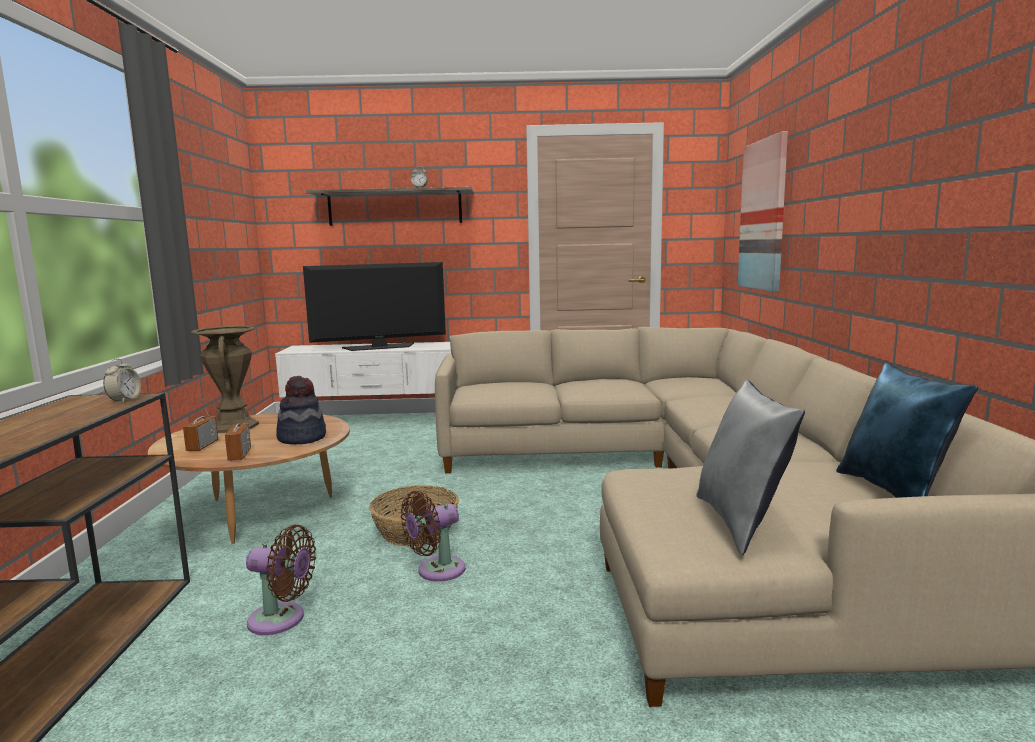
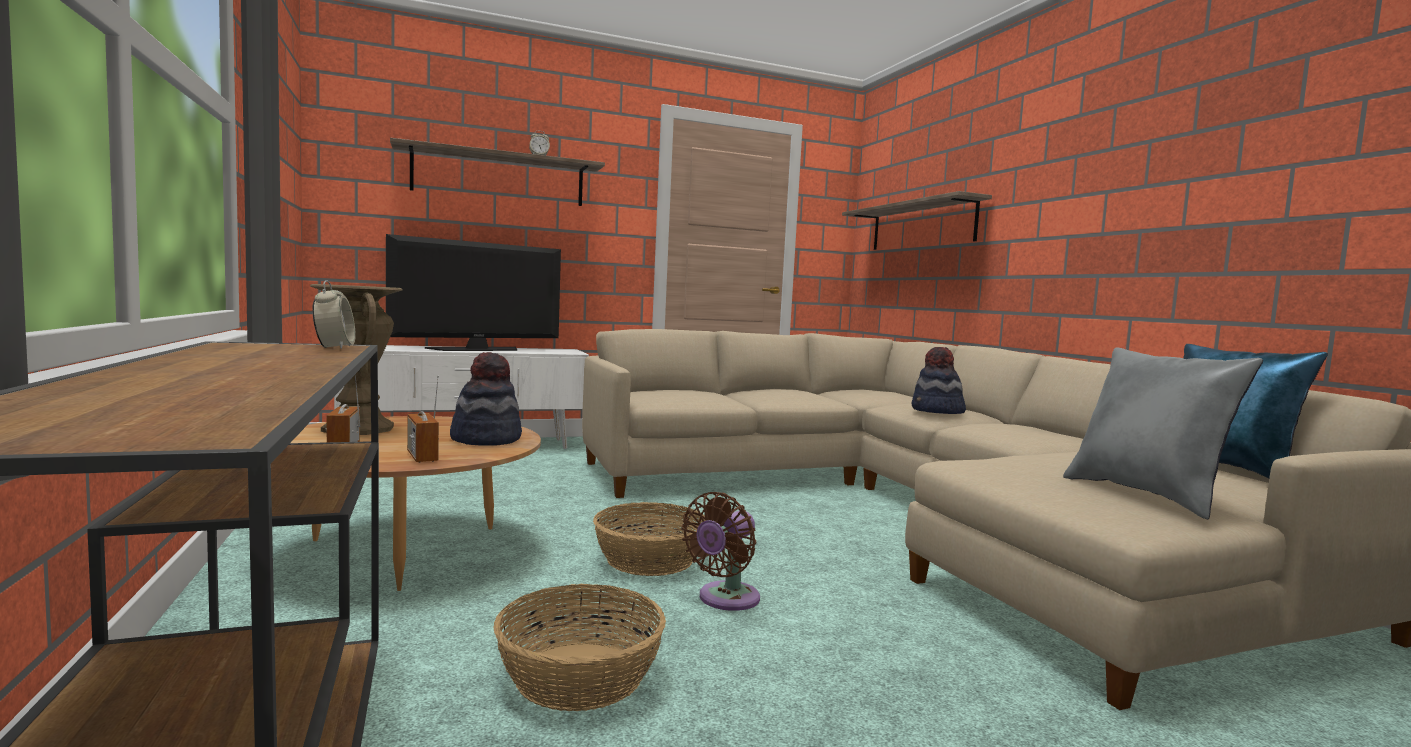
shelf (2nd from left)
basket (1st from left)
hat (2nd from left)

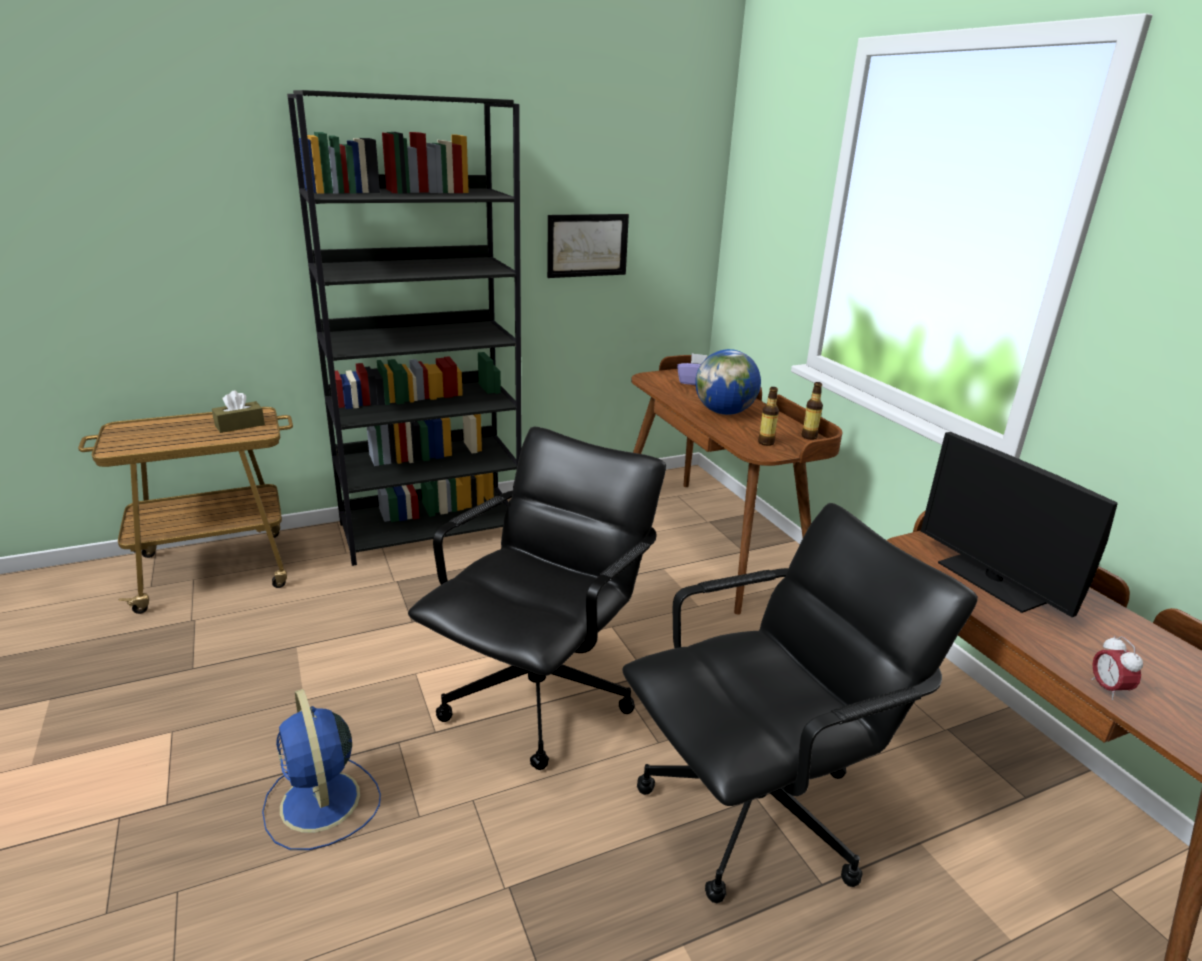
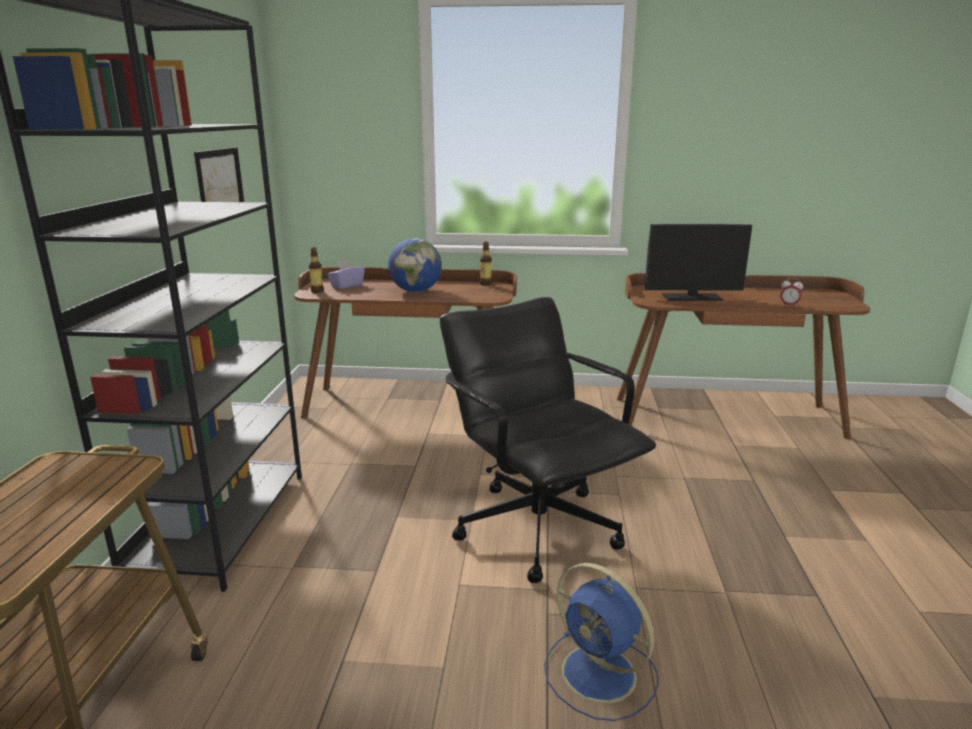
bottle (1st from left)
tissue box (brown)
office chair (black) (2nd from left in the first image)
fan (blue)

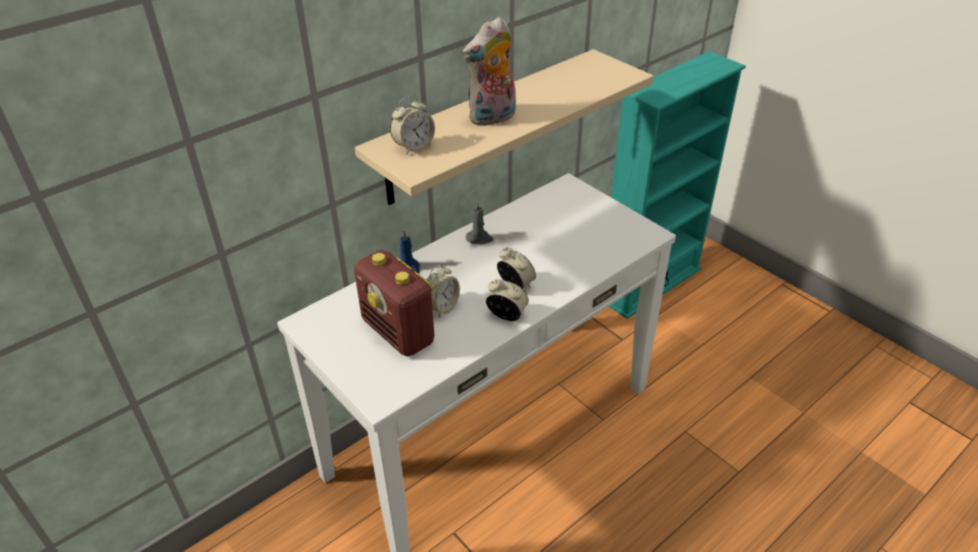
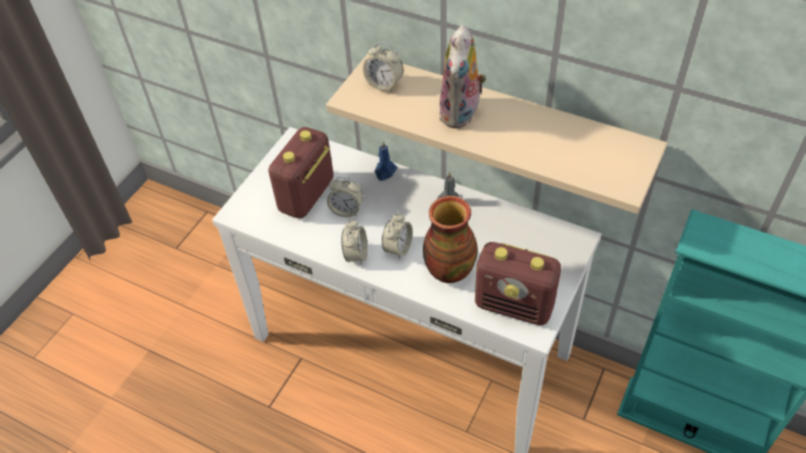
plush toy
vase
radio (2nd from left)

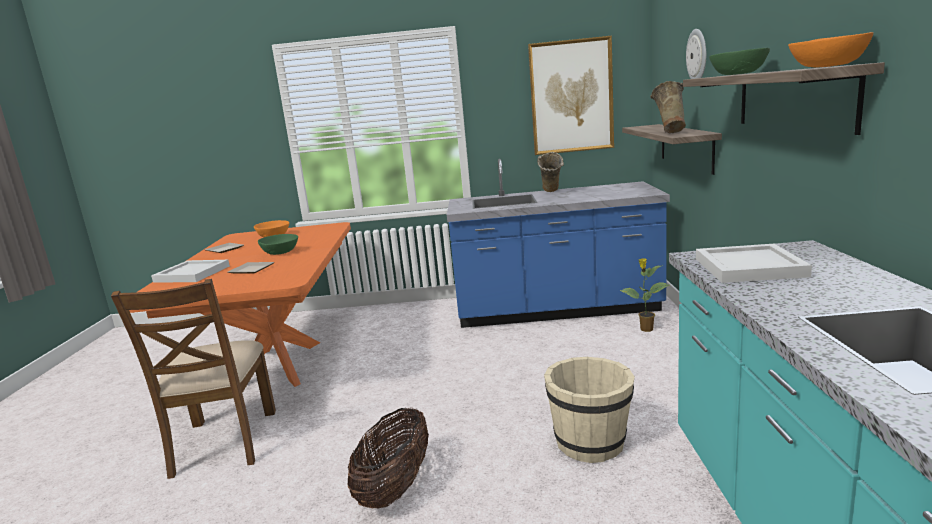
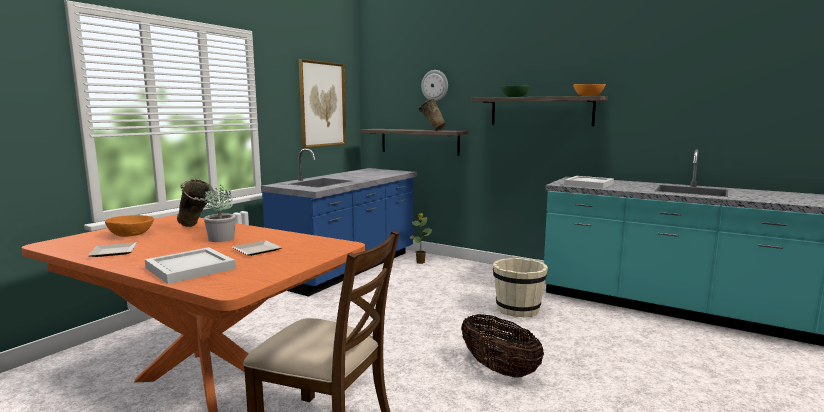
vase (beige) (1st from left)
potted plant (1st from left)

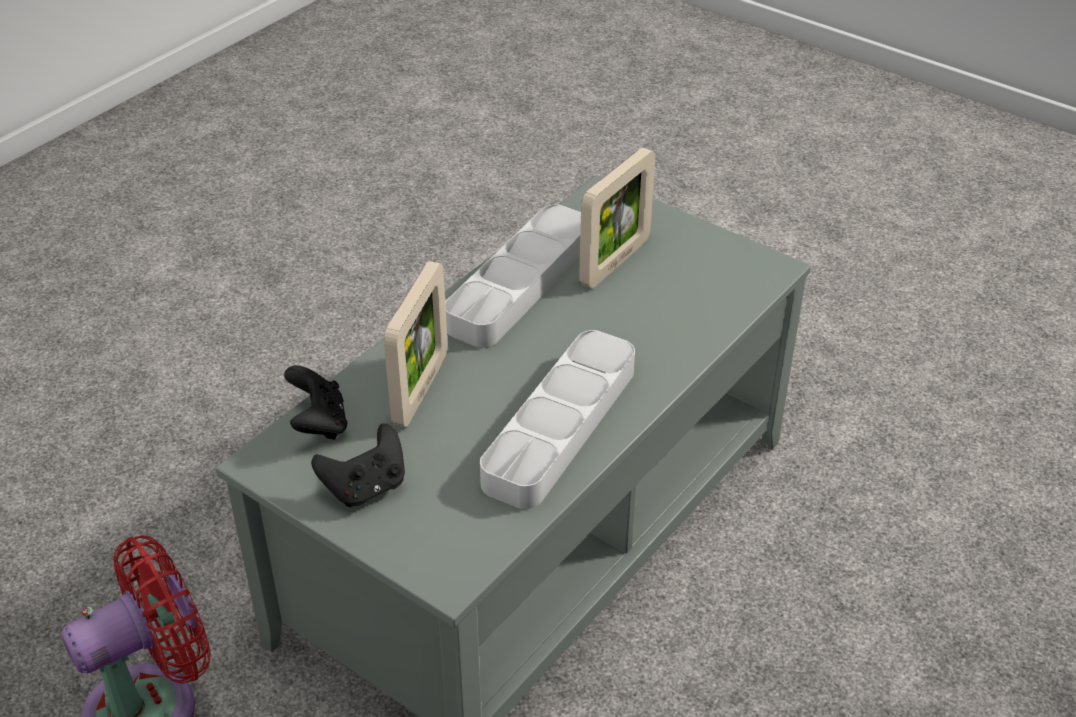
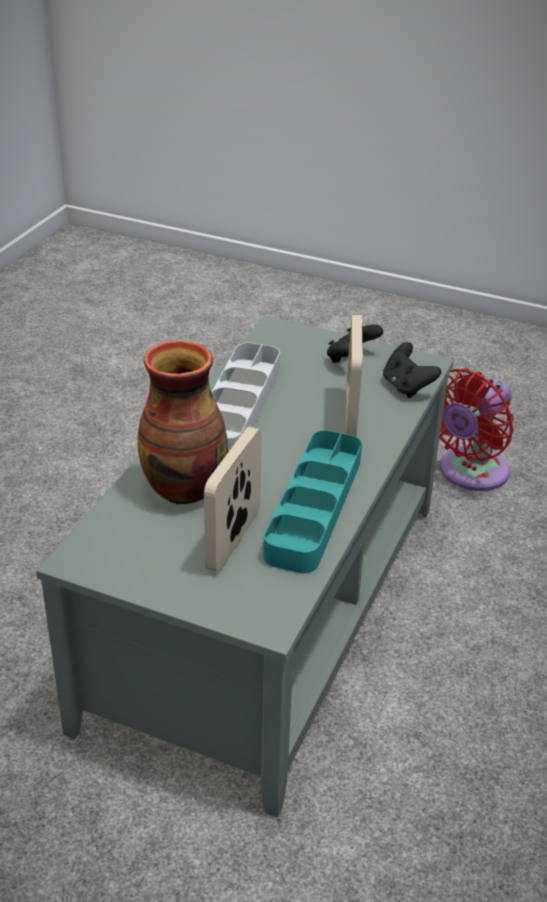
tray (turquoise)
vase

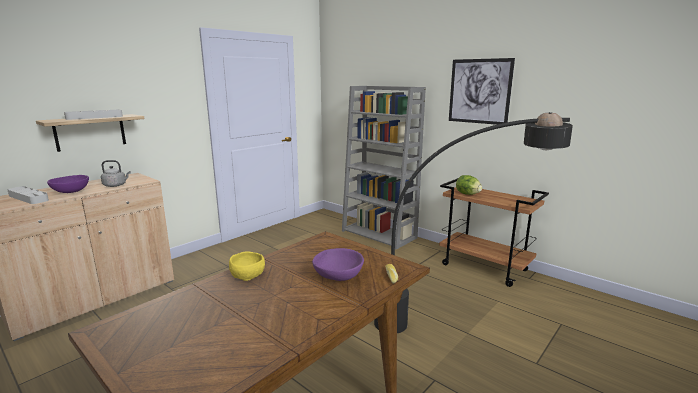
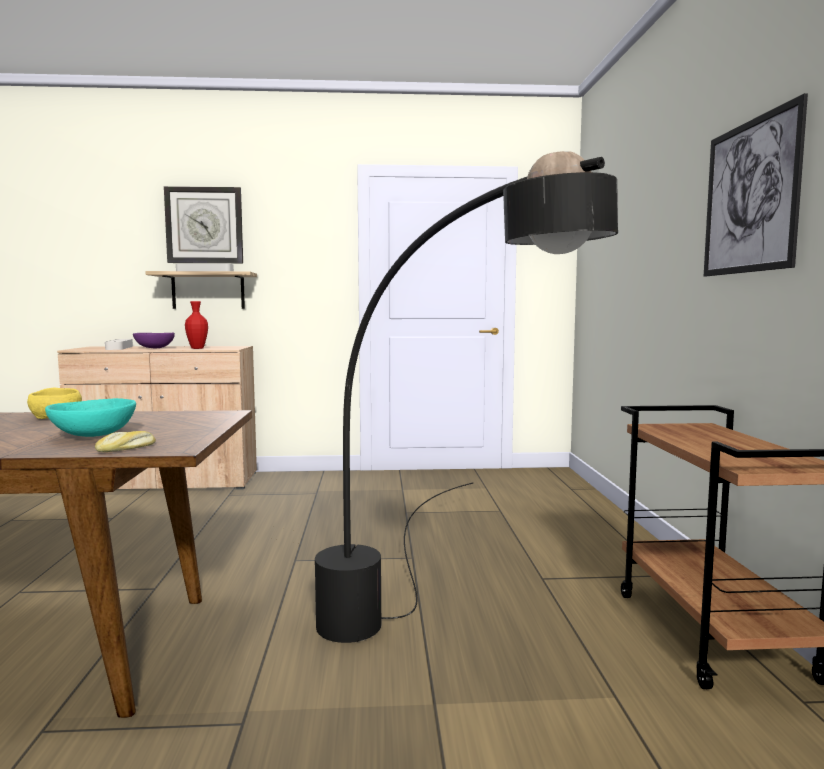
bookcase (grey)
vase (red)
lettuce
bowl (turquoise)
wall clock

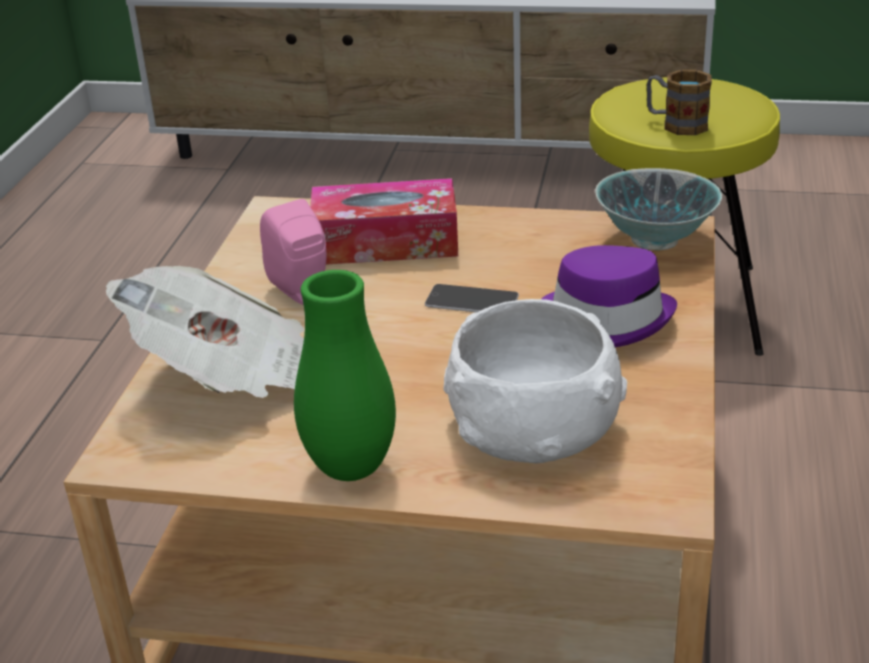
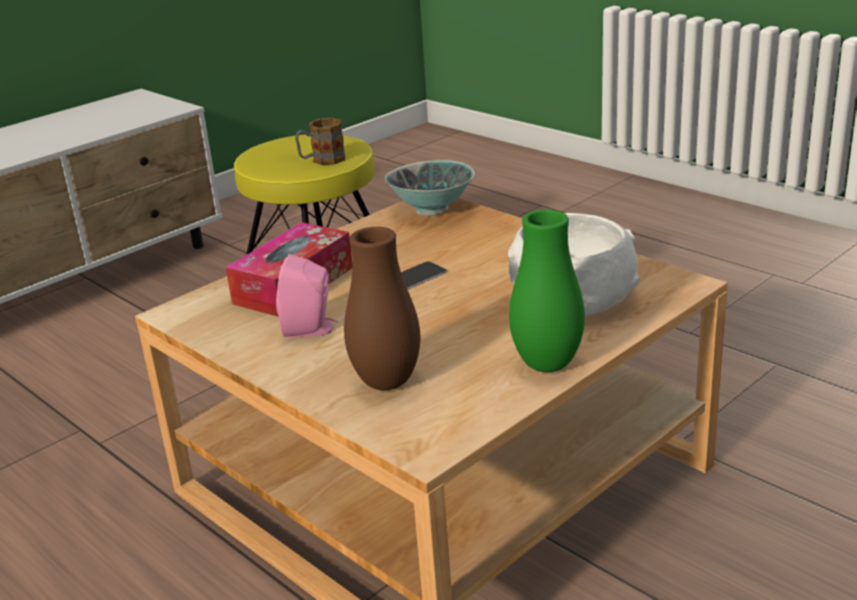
hat (purple)
vase (brown)

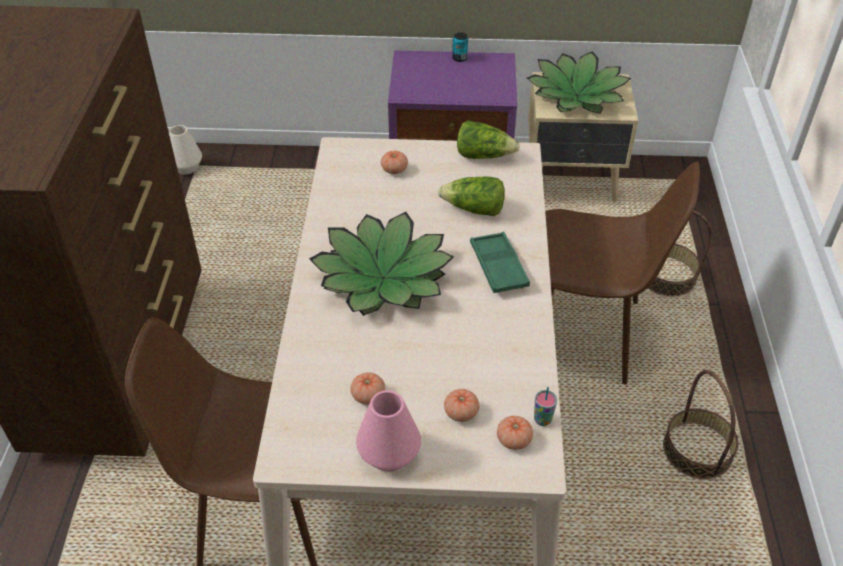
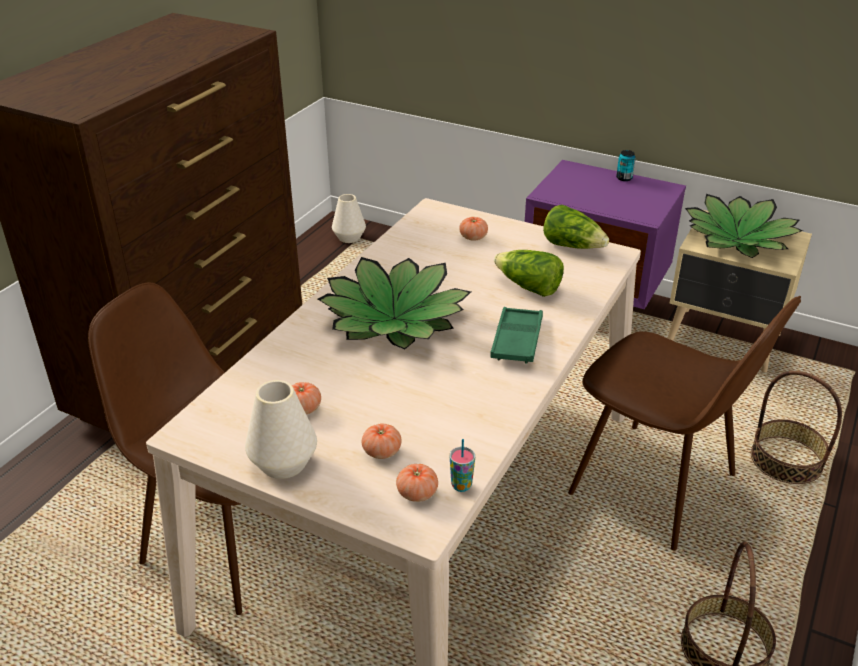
vase (white) (1st from left)

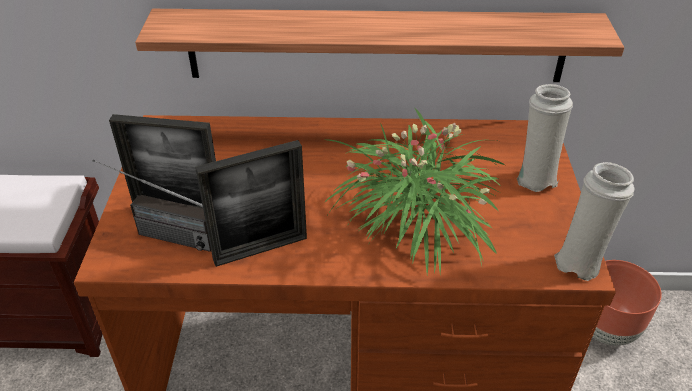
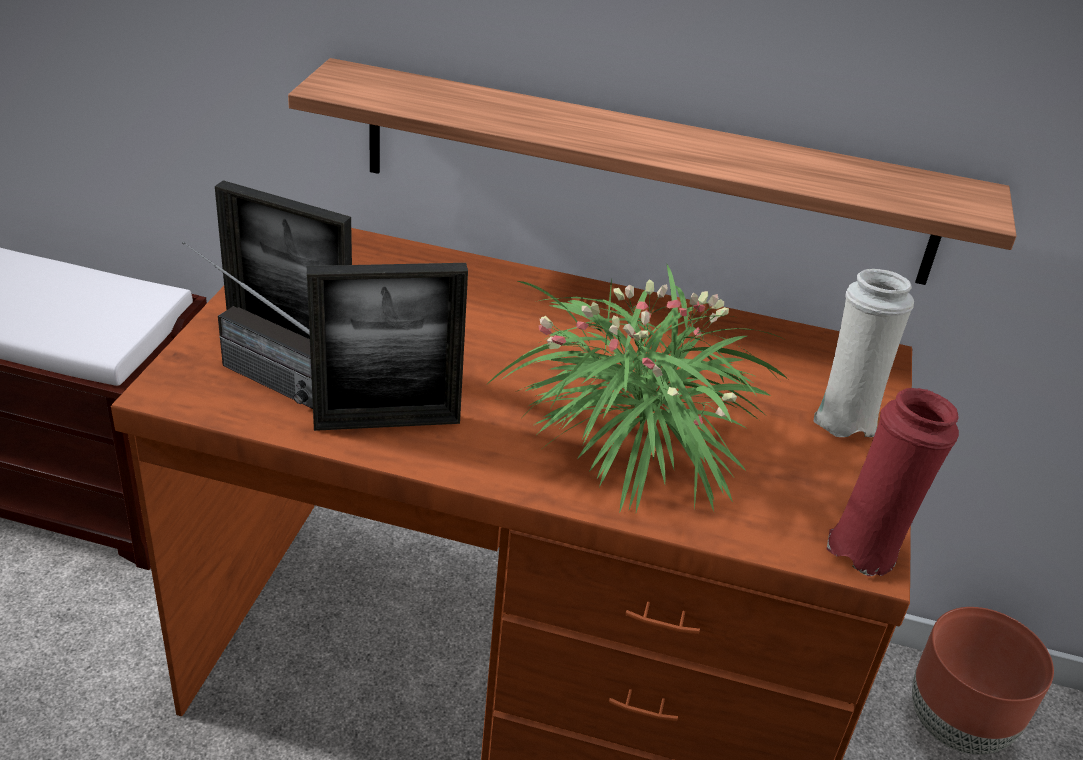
vase (red)

